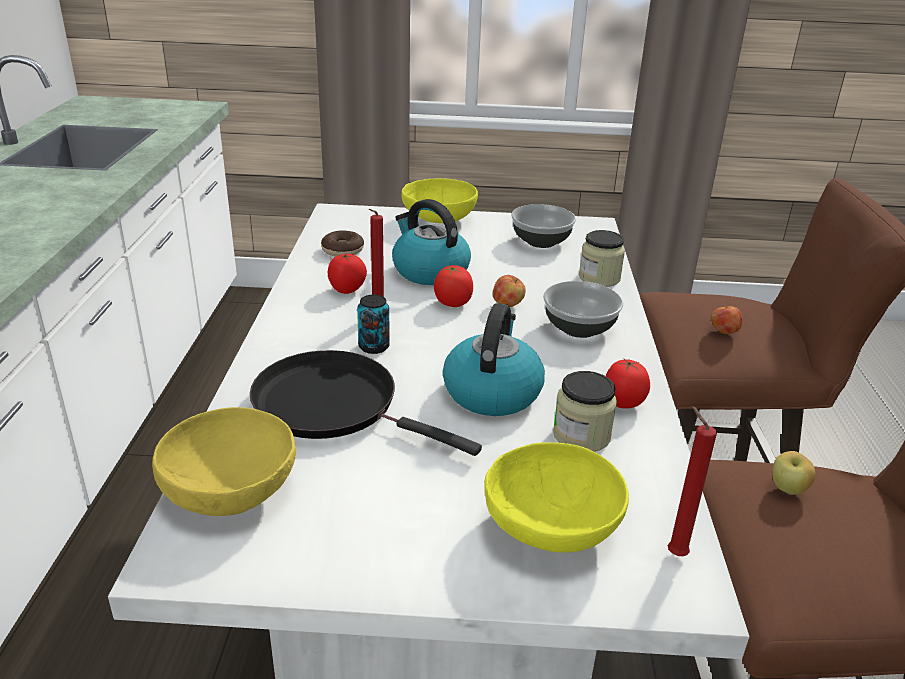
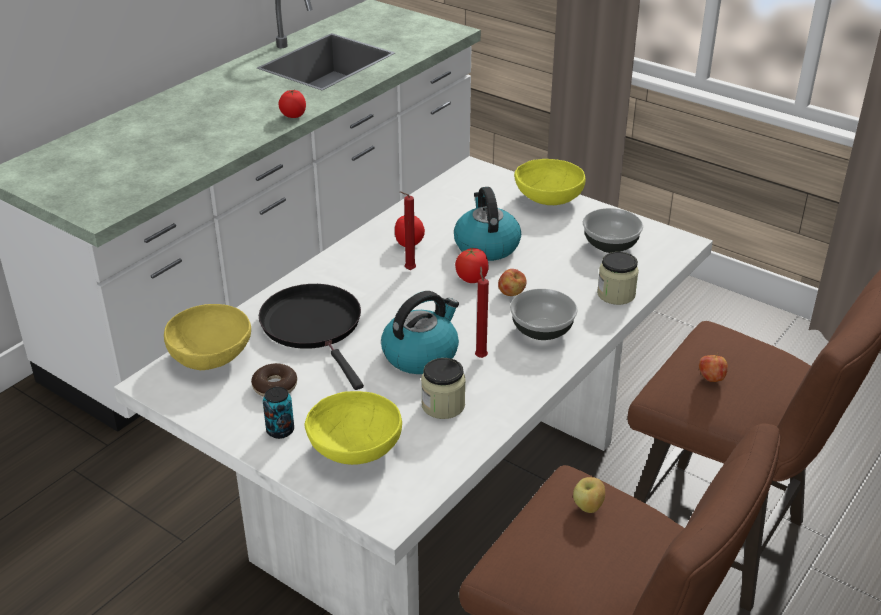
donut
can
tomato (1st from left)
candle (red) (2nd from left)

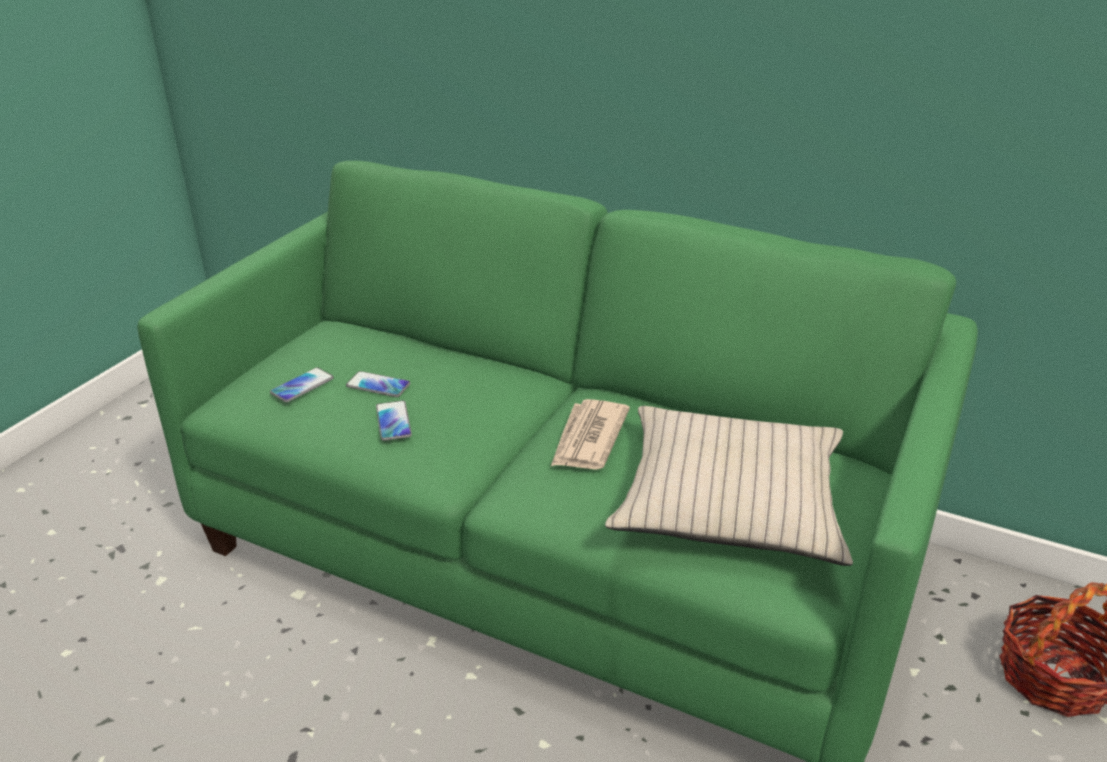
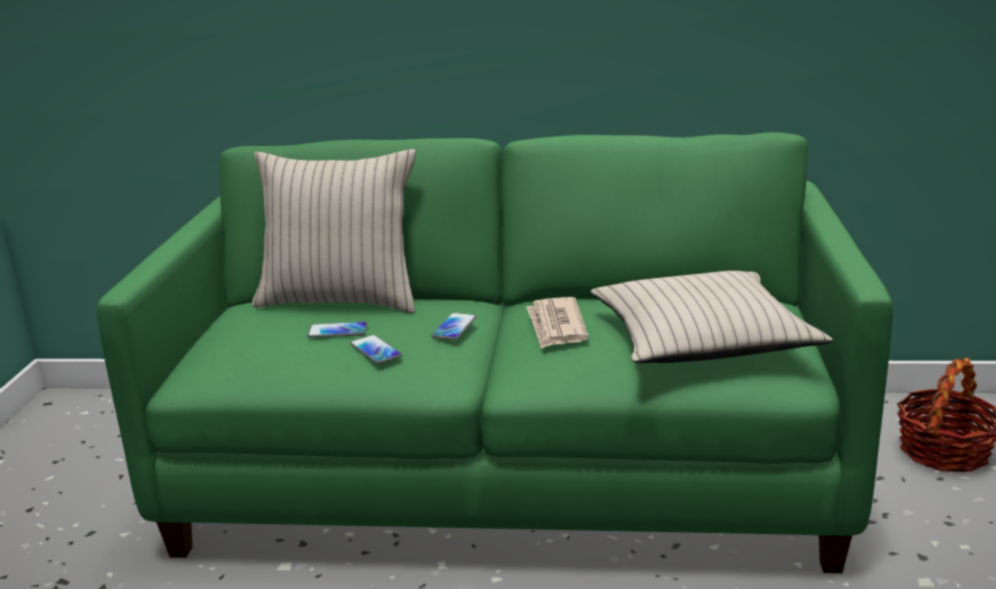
phone (3rd from left)
pillow (beige) (1st from left)

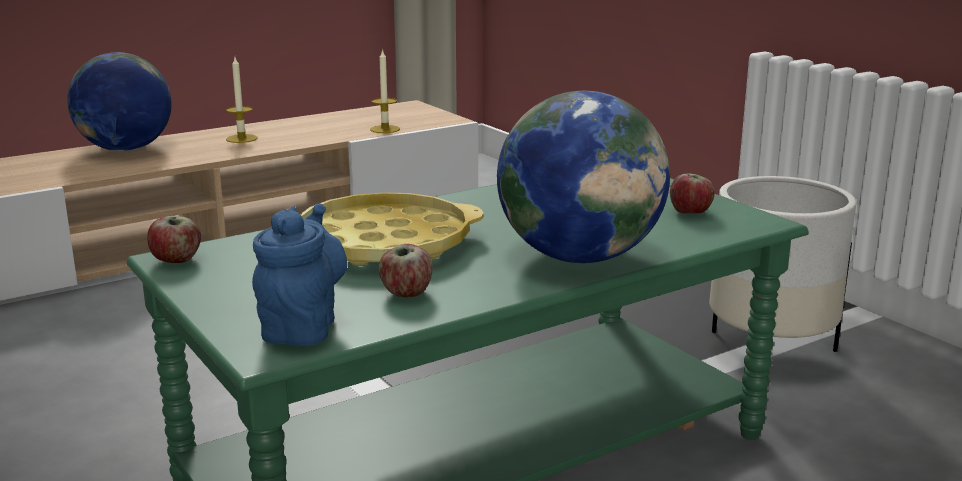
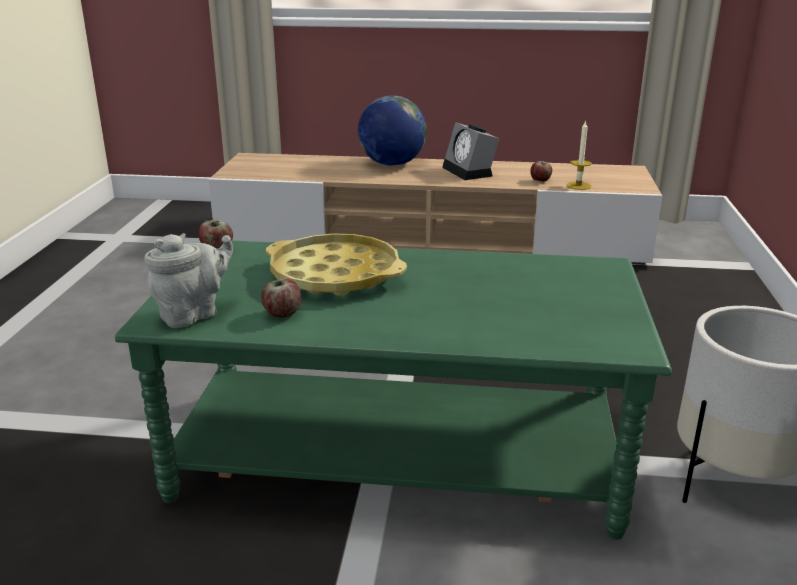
alarm clock
globe (2nd from left in the first image)
apple (3rd from left)
teapot (grey)

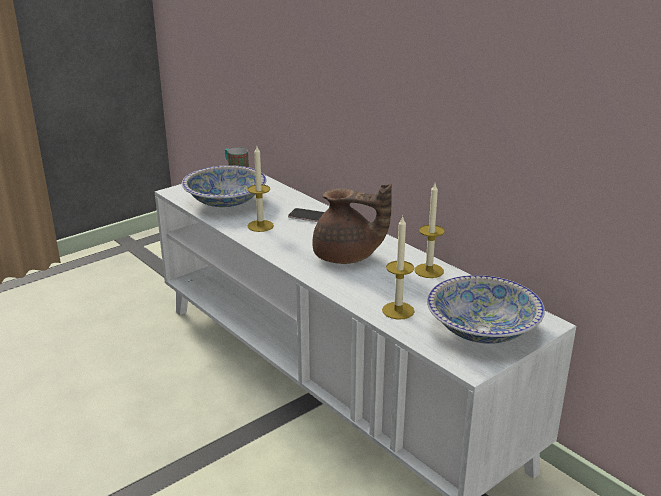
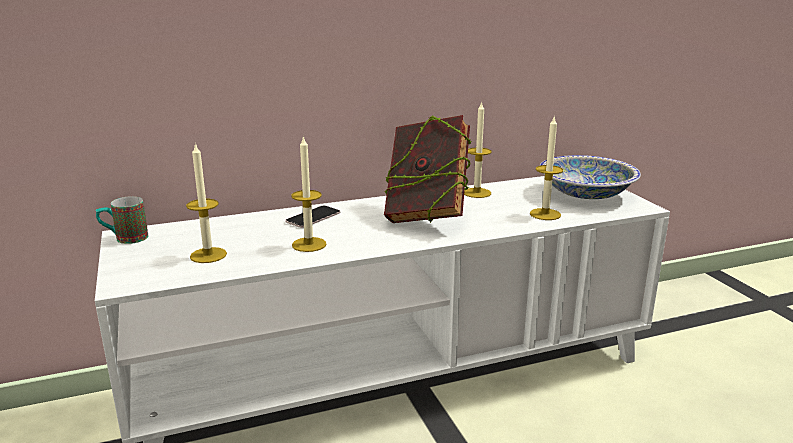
candle (1st from left)
book

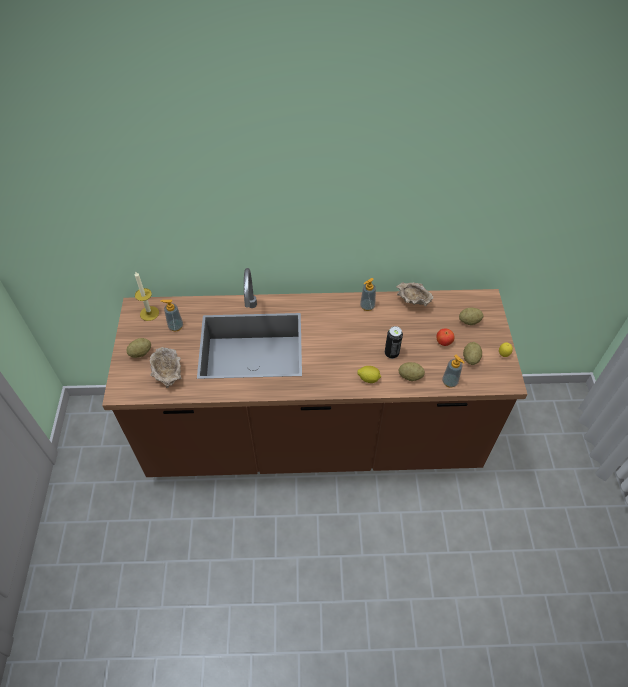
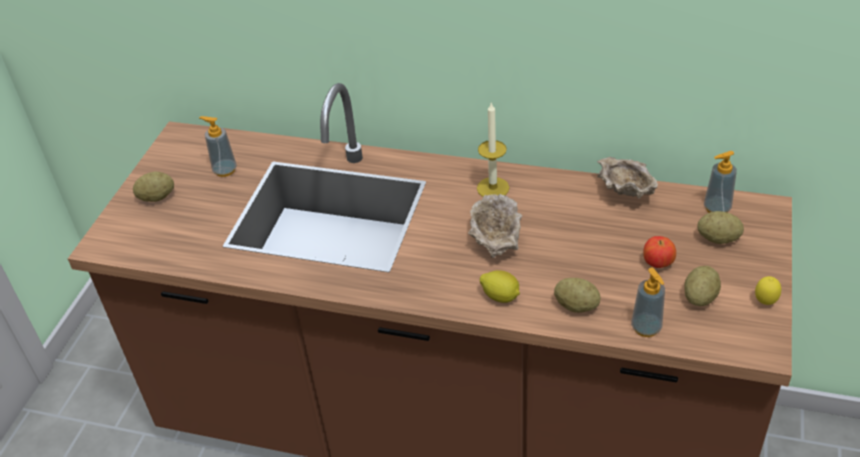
candle
soap dispenser (3rd from left)
can
bowl (beige) (1st from left)

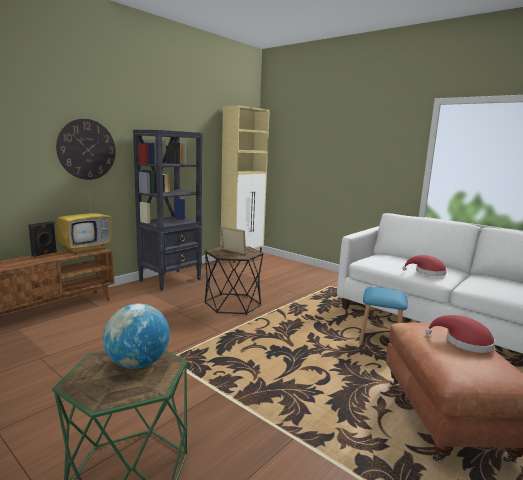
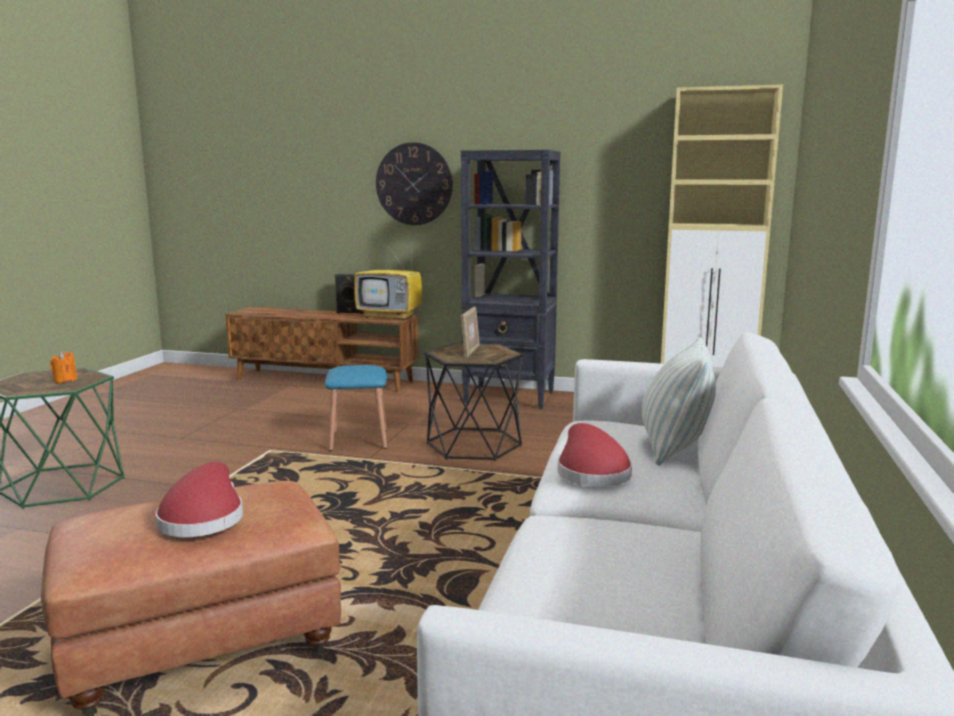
stool (blue)
candle (orange)
pillow

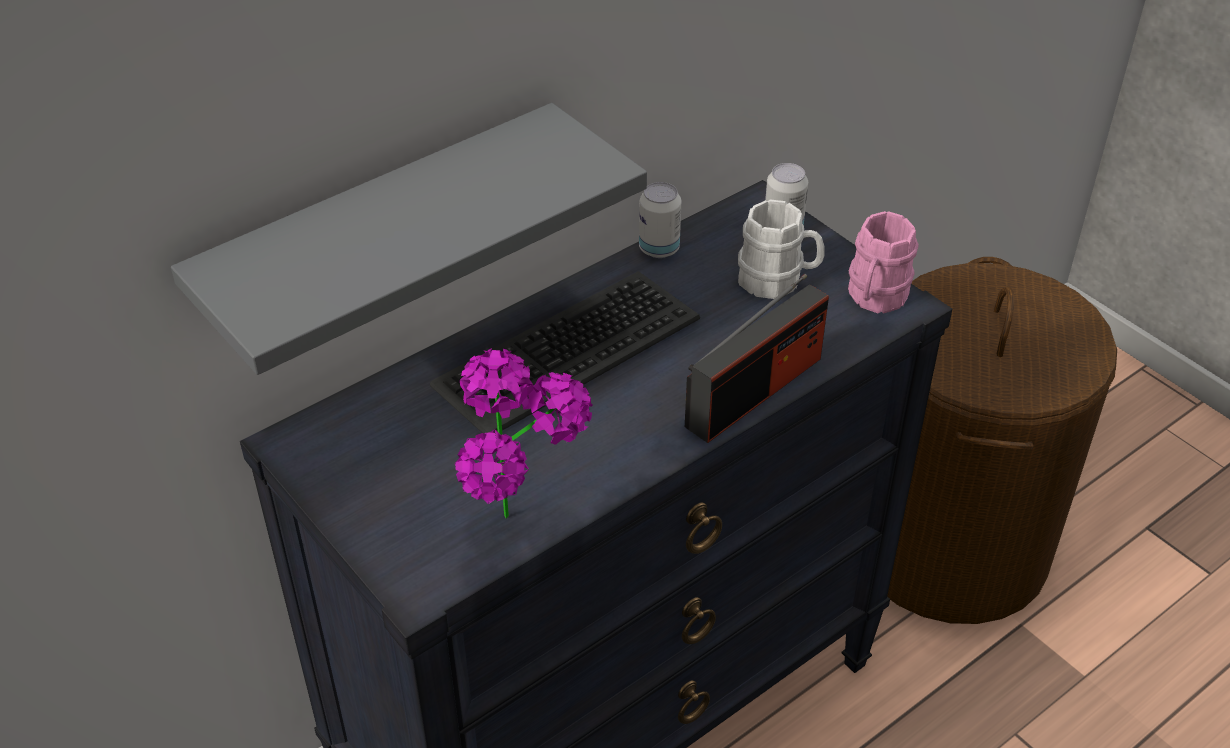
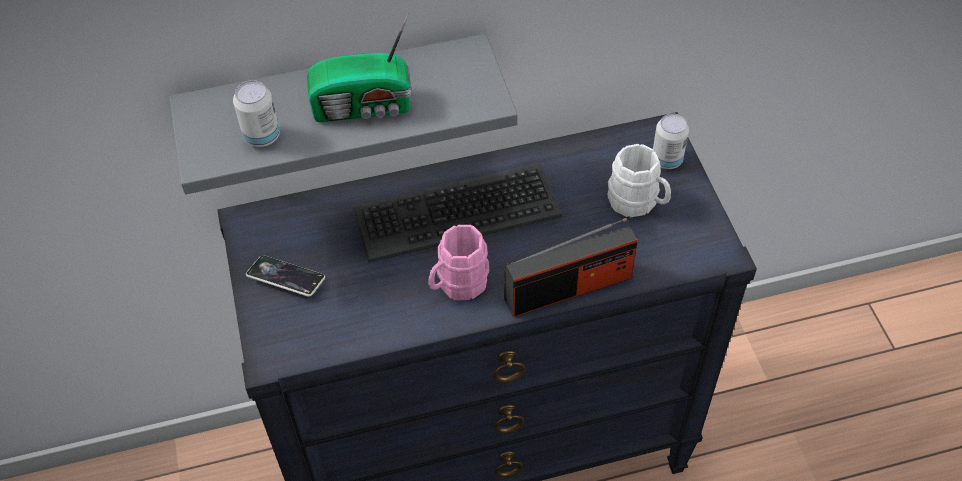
can (1st from left)
mug (pink)
laundry basket (brown)
potted plant
radio (1st from left)
phone

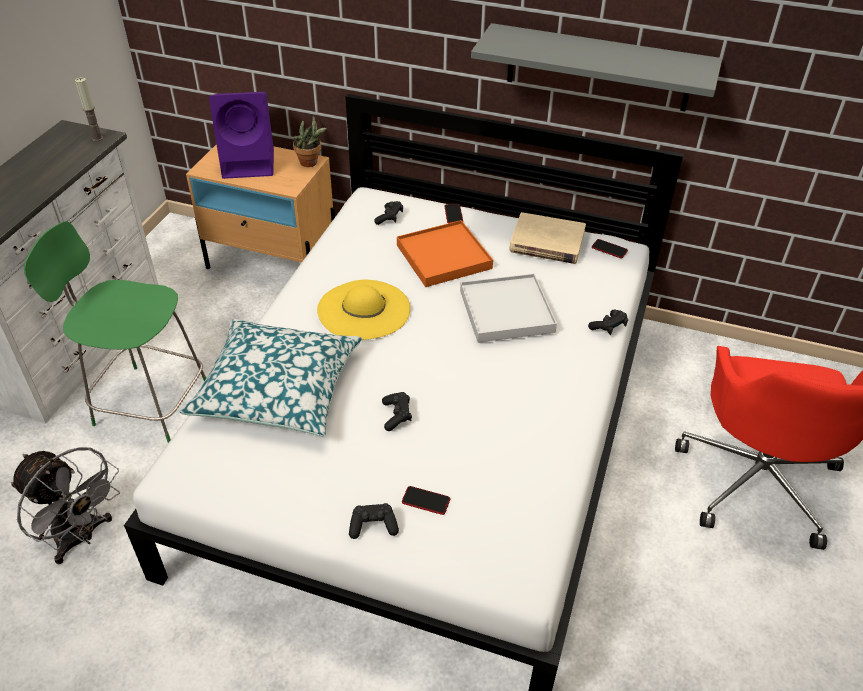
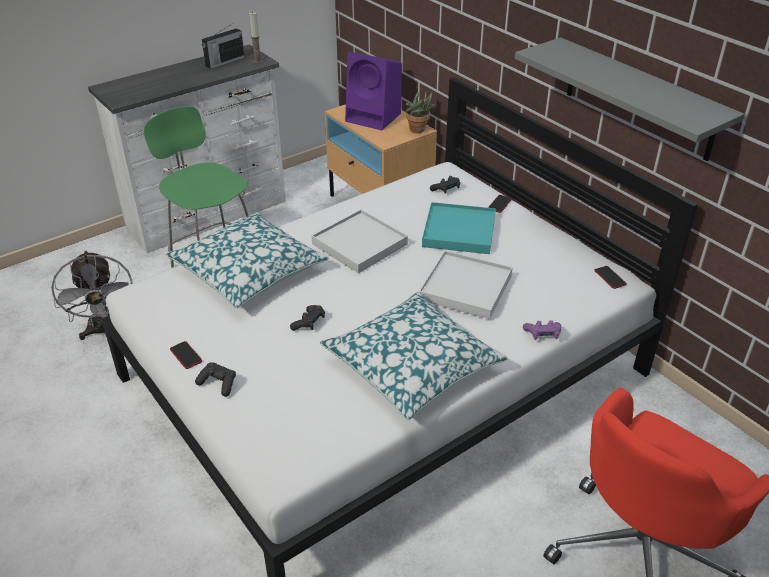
book (beige)
tray (turquoise)
tray (white) (1st from left)
game controller (purple)
phone (1st from left)
radio
pillow (2nd from left)

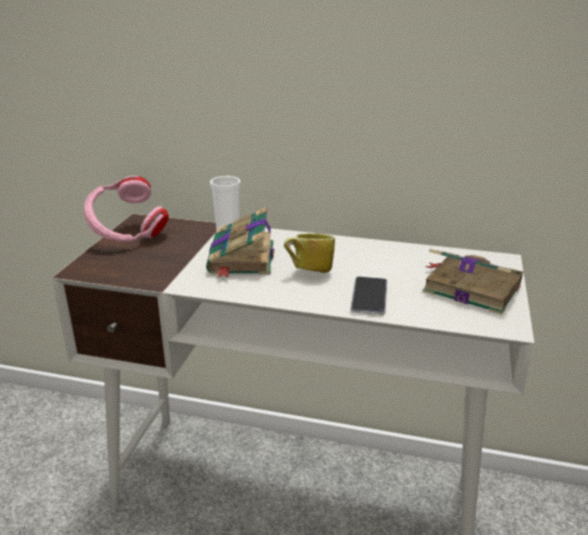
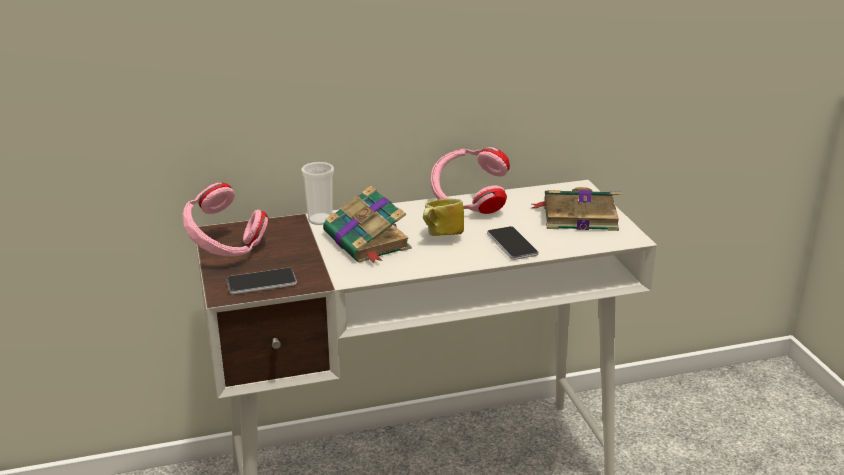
headphones (pink) (2nd from left)
phone (1st from left)

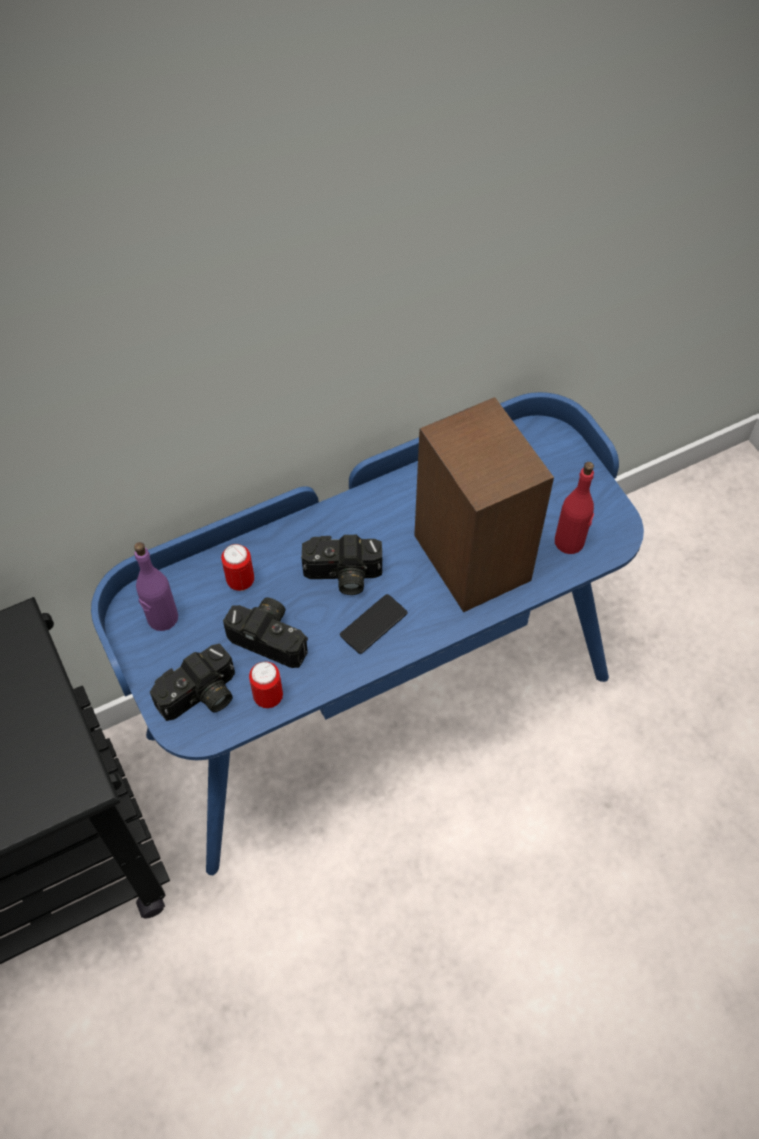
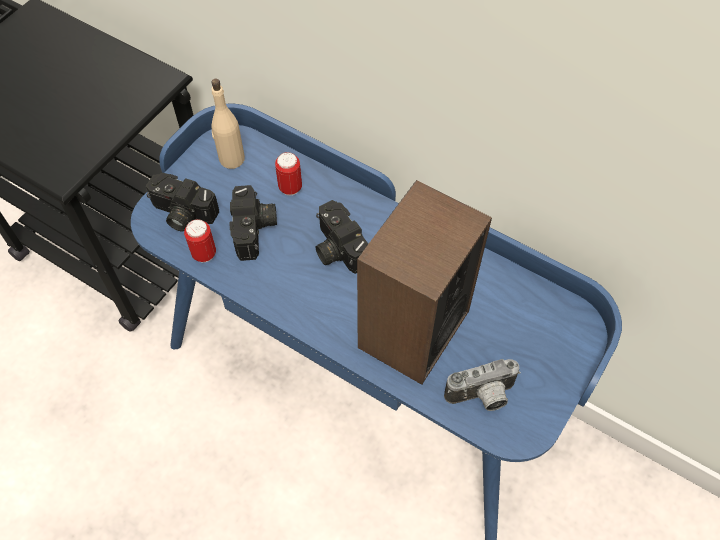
photo camera (4th from left)
bottle (beige)
phone

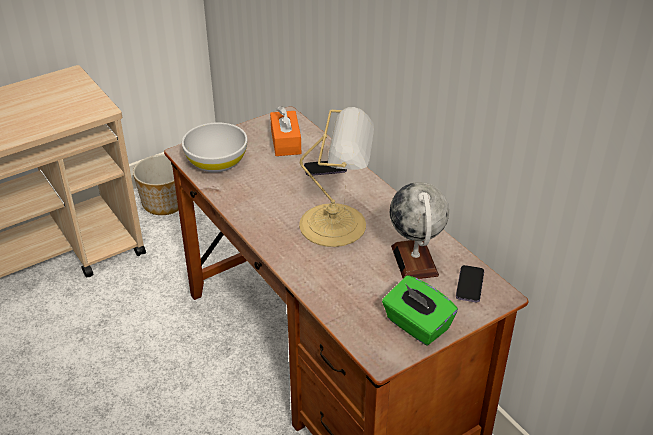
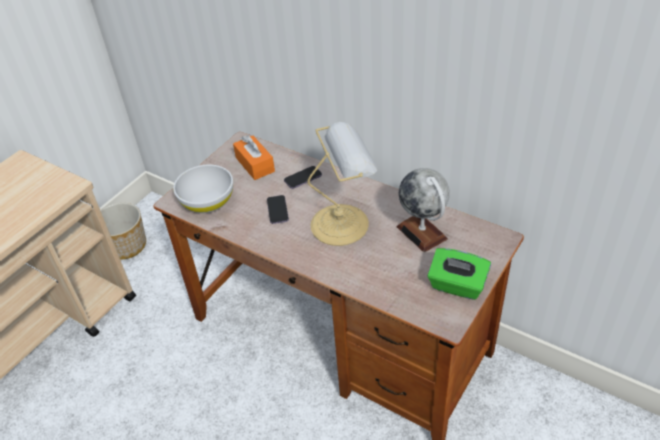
phone (1st from left)

